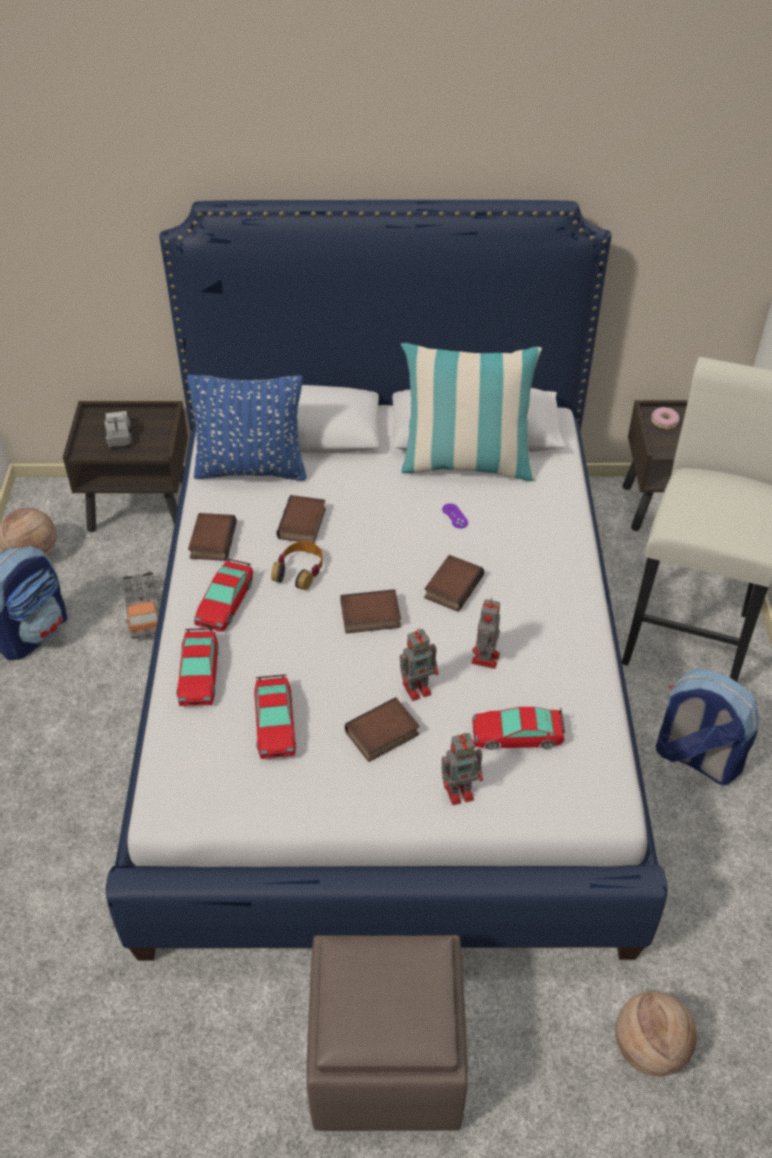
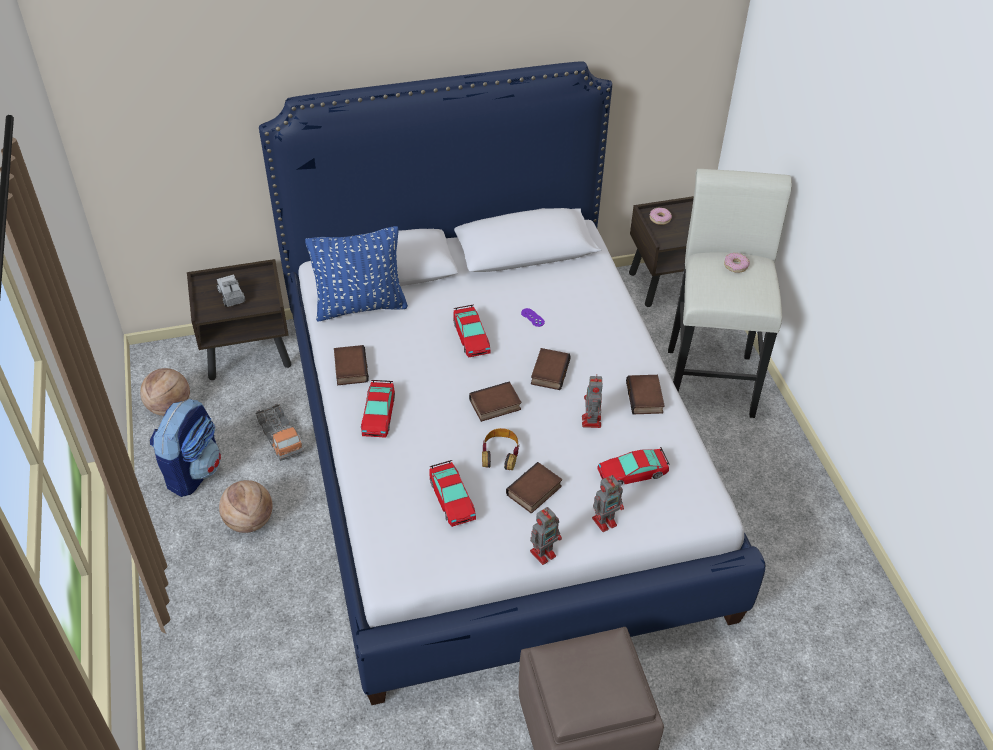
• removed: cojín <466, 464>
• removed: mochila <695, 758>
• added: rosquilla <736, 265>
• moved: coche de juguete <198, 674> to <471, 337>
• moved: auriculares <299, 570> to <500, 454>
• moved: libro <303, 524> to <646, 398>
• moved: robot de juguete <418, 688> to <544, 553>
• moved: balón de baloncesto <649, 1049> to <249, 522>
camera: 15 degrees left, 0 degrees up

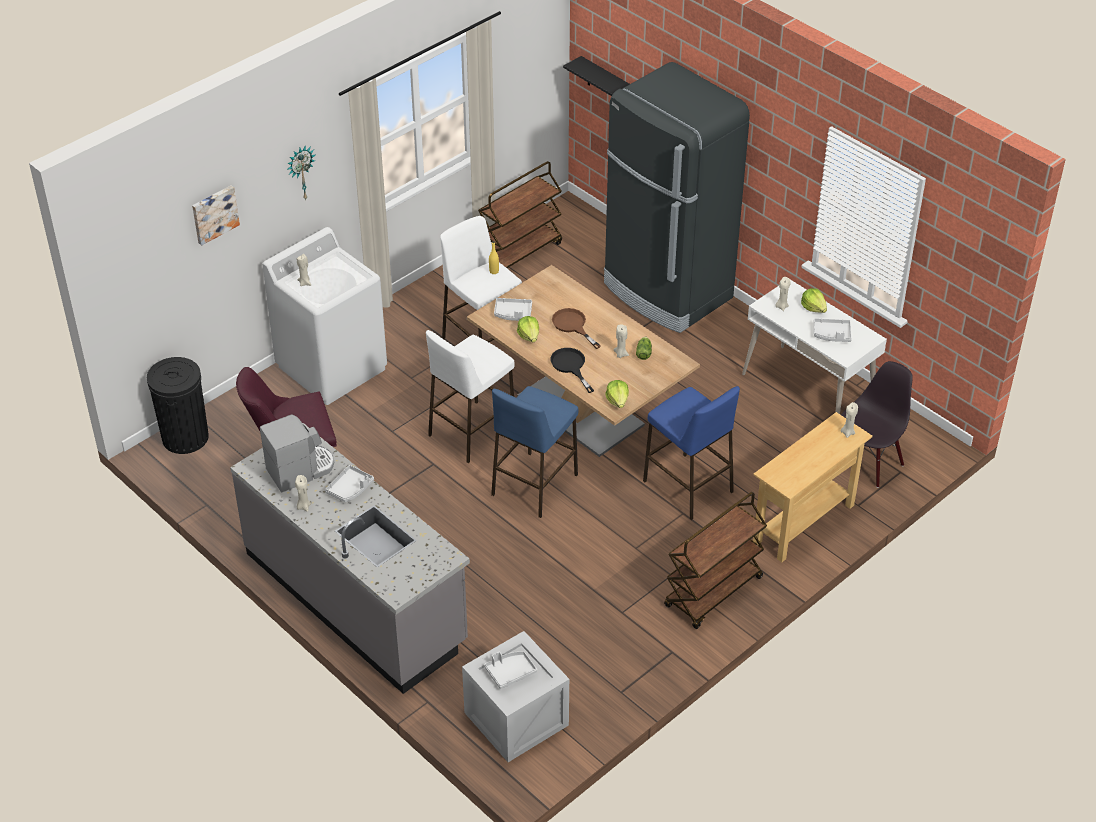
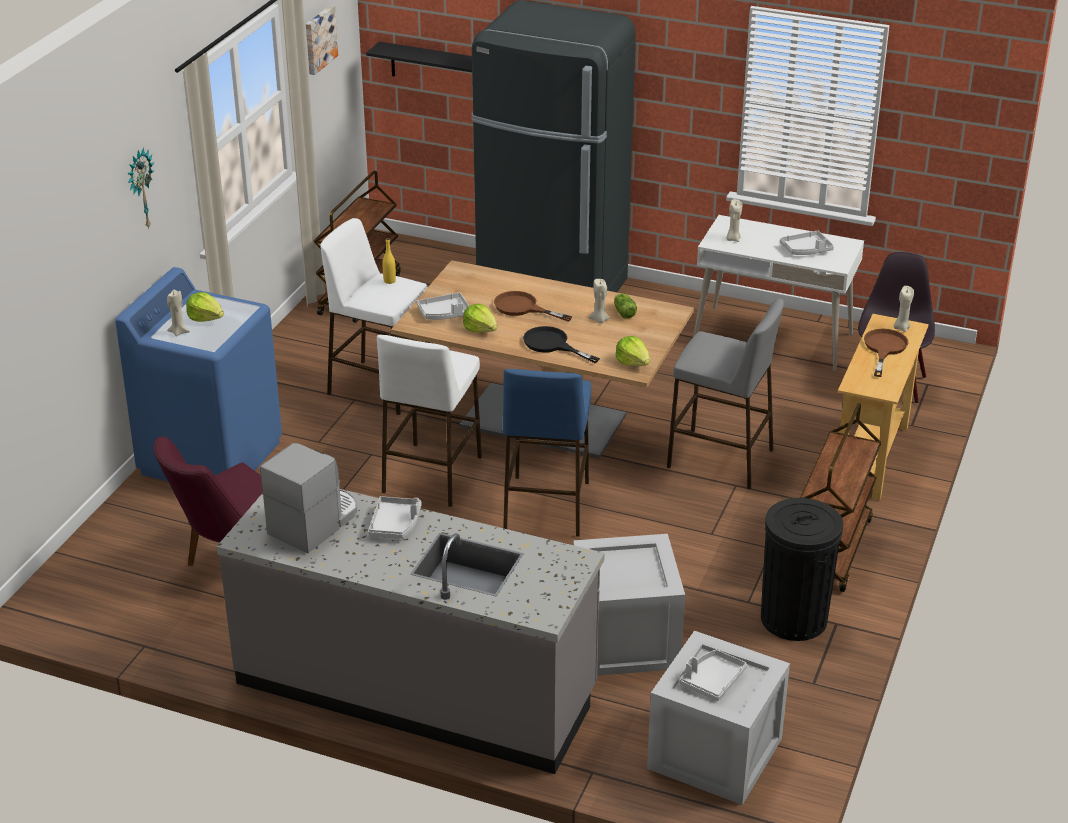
• removed: vela/beis <303, 506>
• added: caja de embalaje <625, 640>
• added: sartén/marrón <884, 349>
• moved: papelera/negro <185, 437> to <793, 618>
• moved: cuadro <214, 214> to <319, 39>
• moved: lechuga <814, 307> to <205, 318>
• recoloured: lavadora/blanco <332, 367> to lavadora/azul <211, 457>
• recoloured: taburete/azul <688, 487> to taburete/gris <721, 459>
camera: 25 degrees left, 10 degrees down

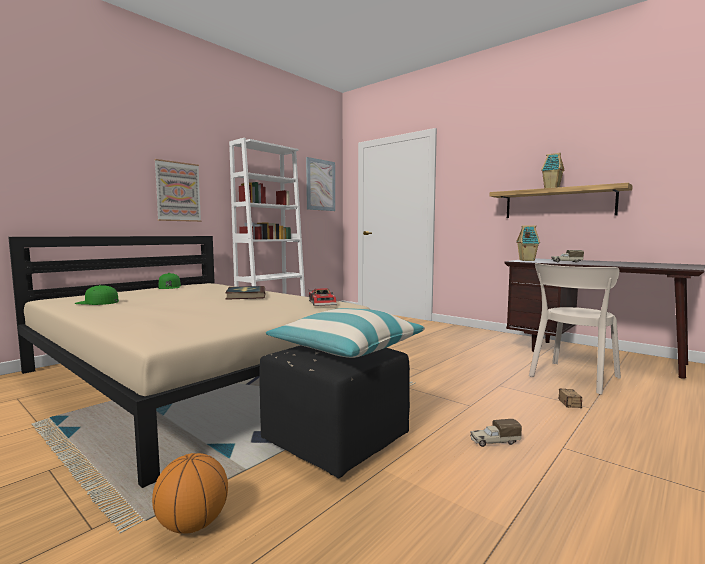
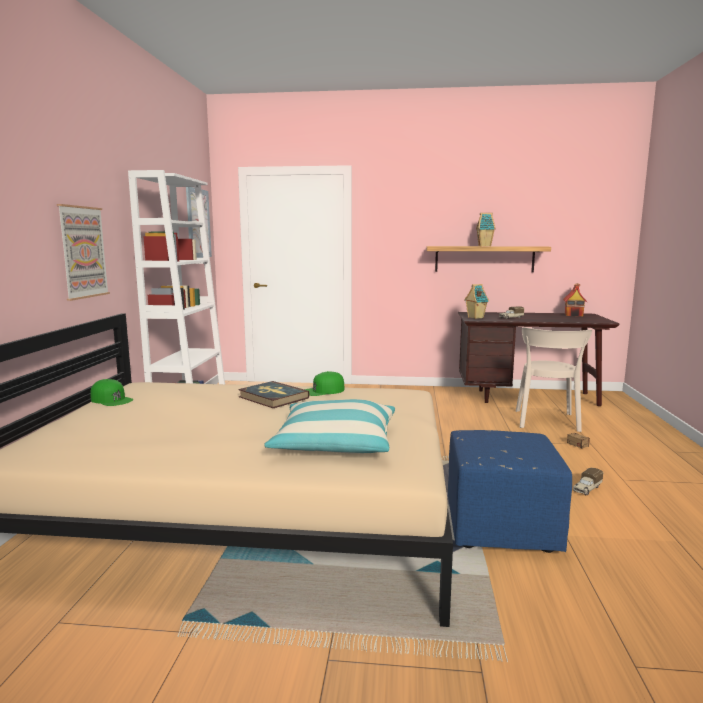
• removed: balón de baloncesto <192, 524>
• removed: coche de juguete <323, 303>
• added: casita <574, 314>
• moved: gorra/verde <97, 302> to <323, 390>
• moved: cojín <346, 348> to <335, 443>
• recoloured: puf/negro <336, 440> to puf/azul <499, 526>
camera: 35 degrees left, 5 degrees up

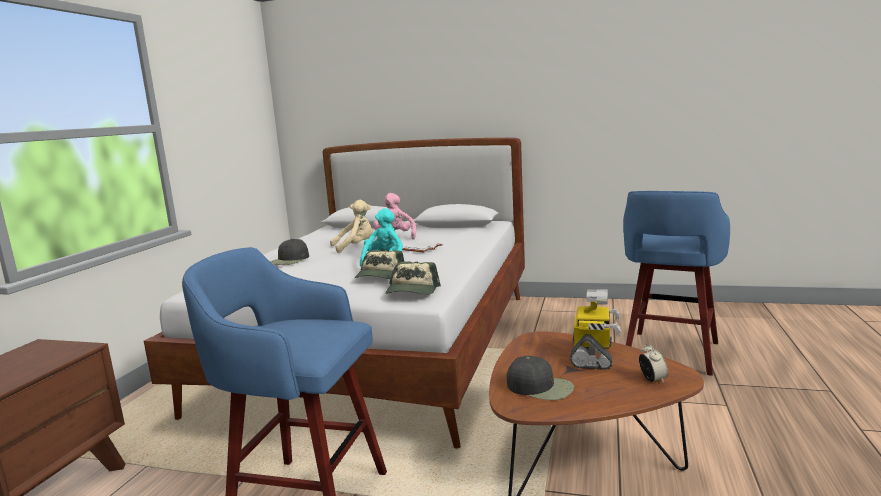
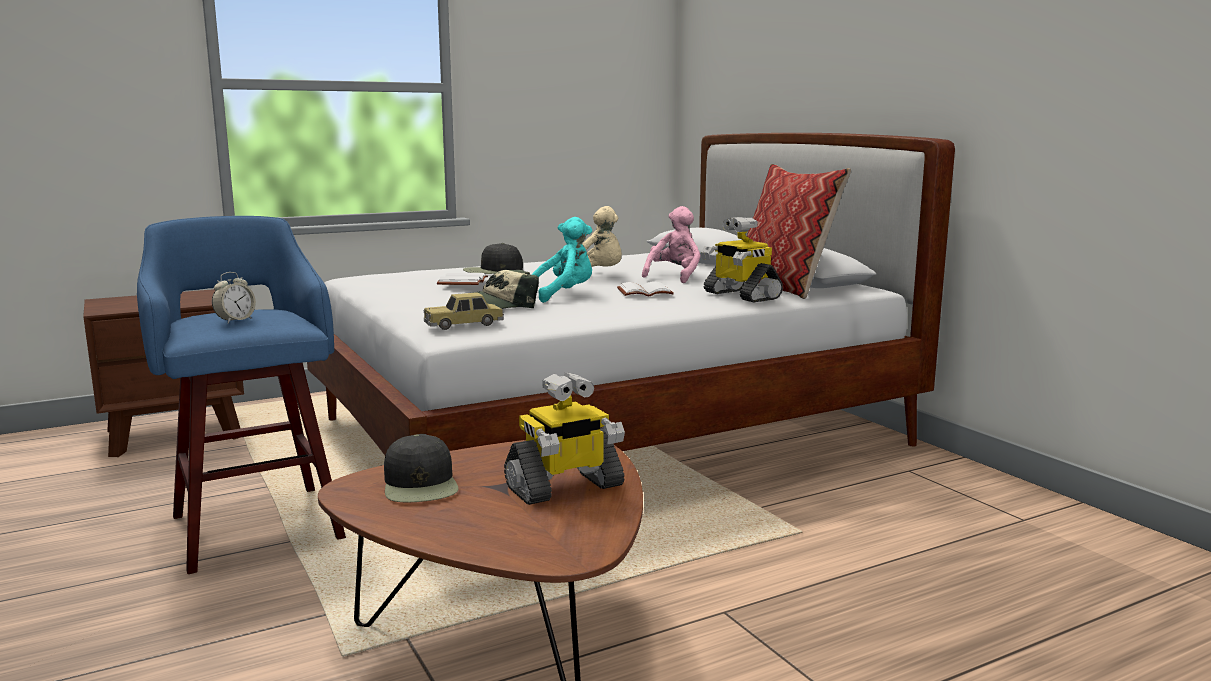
• removed: taburete/azul <670, 354>
• added: libro/blanco <461, 282>
• added: robot de juguete <740, 295>
• added: cojín <784, 287>
• moved: despertador <652, 379> to <235, 320>
• replaced: gorra <412, 291> to coche de juguete <464, 324>
camera: 45 degrees right, 0 degrees up

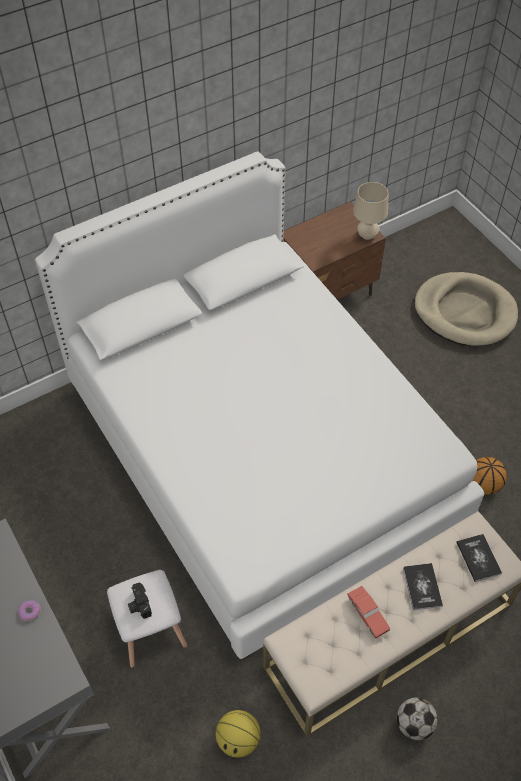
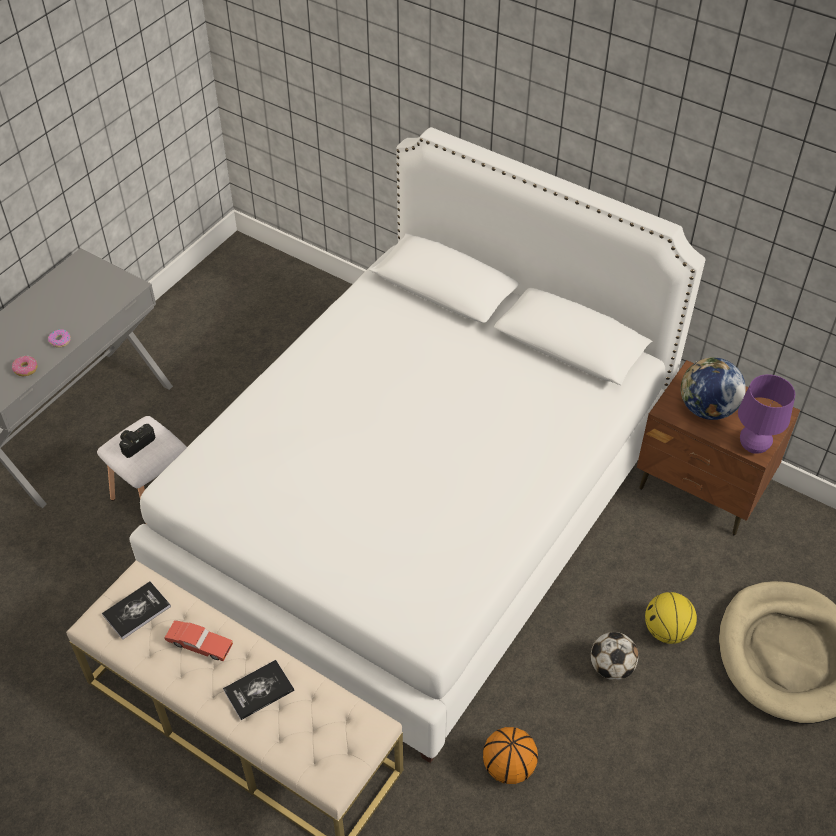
• added: rosquilla <25, 369>
• added: globo terráqueo <706, 409>
• moved: balón de baloncesto <238, 739> to <666, 631>
• moved: balón de fútbol <414, 724> to <611, 667>
• moved: libro <478, 558> to <136, 611>
• recoloured: lámpara de mesa/beis <367, 235> to lámpara de mesa/morado <753, 446>
• turned: coche de juguete/rojo <367, 614> = <199, 645> 105 degrees counterclockwise
camera: 65 degrees right, 5 degrees down

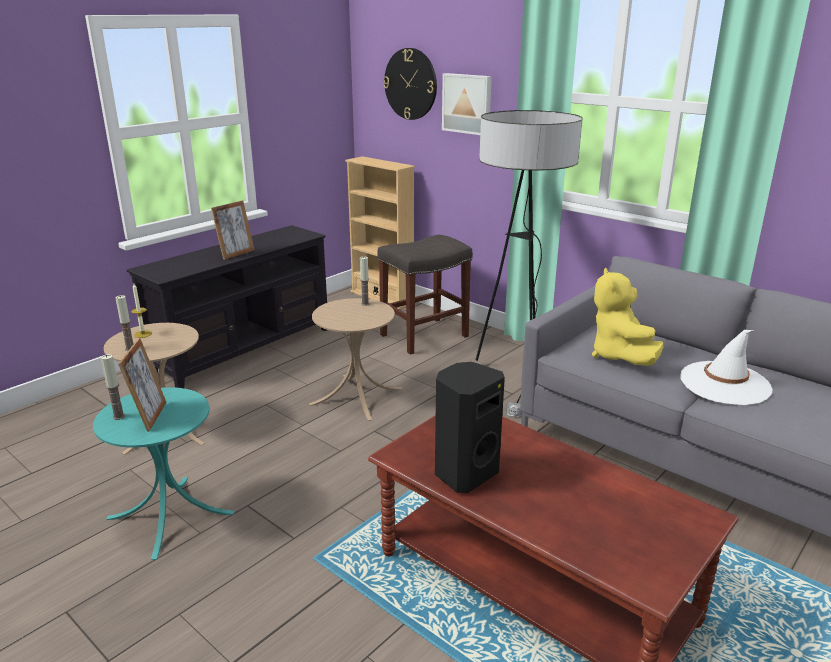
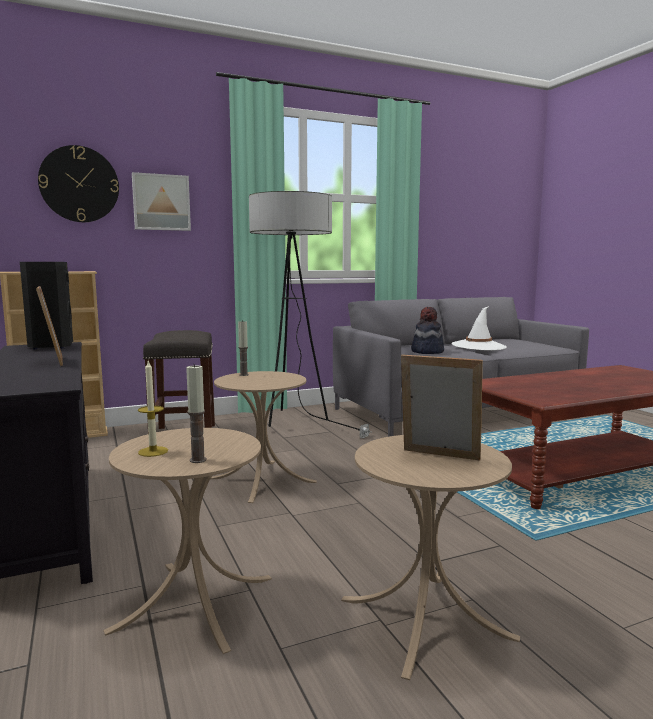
• removed: vela <119, 416>
• moved: altavoz/negro <464, 473> to <50, 346>
• replaced: peluche/amarillo <619, 356> to sombrero <427, 351>
• recoloured: mesa auxiliar/turquesa <170, 515> to mesa auxiliar/beis <425, 618>
camera: 65 degrees left, 15 degrees down

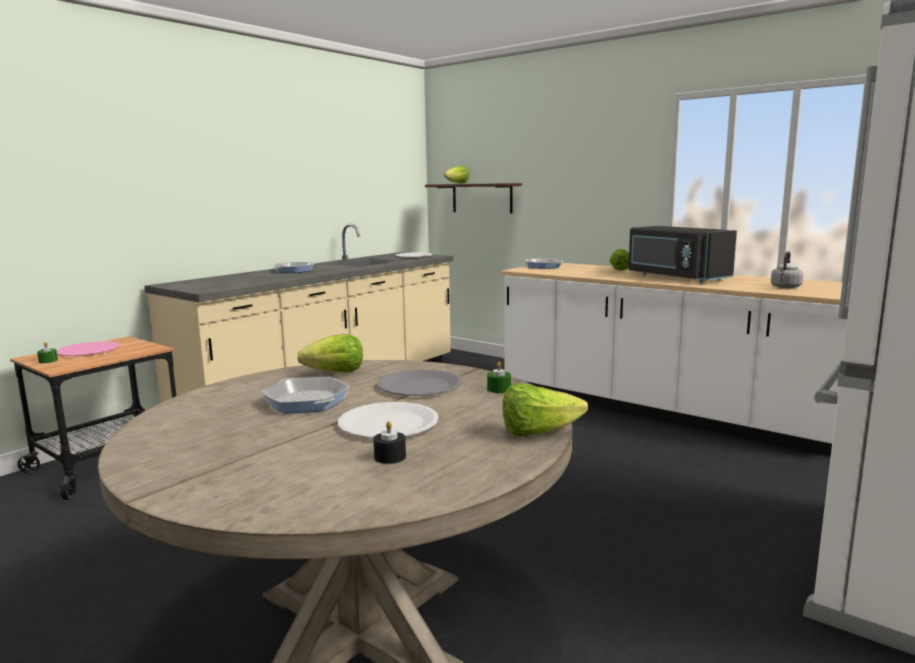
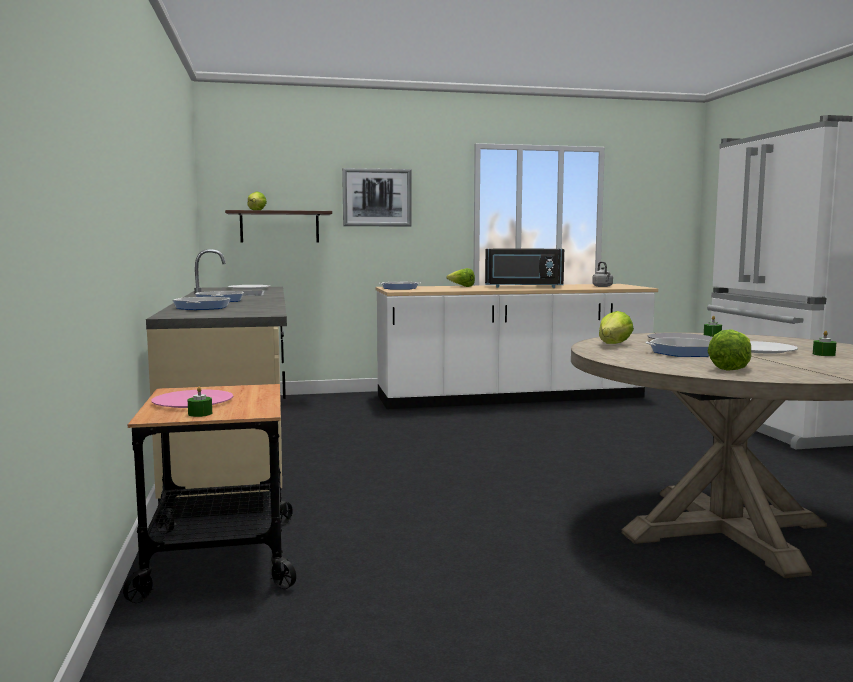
• added: sartén <202, 307>
• added: cuadro <377, 197>
• moved: lechuga <538, 433> to <731, 368>
• recoloured: vela/negro <390, 457> to vela/verde <823, 354>
camera: 50 degrees left, 5 degrees down

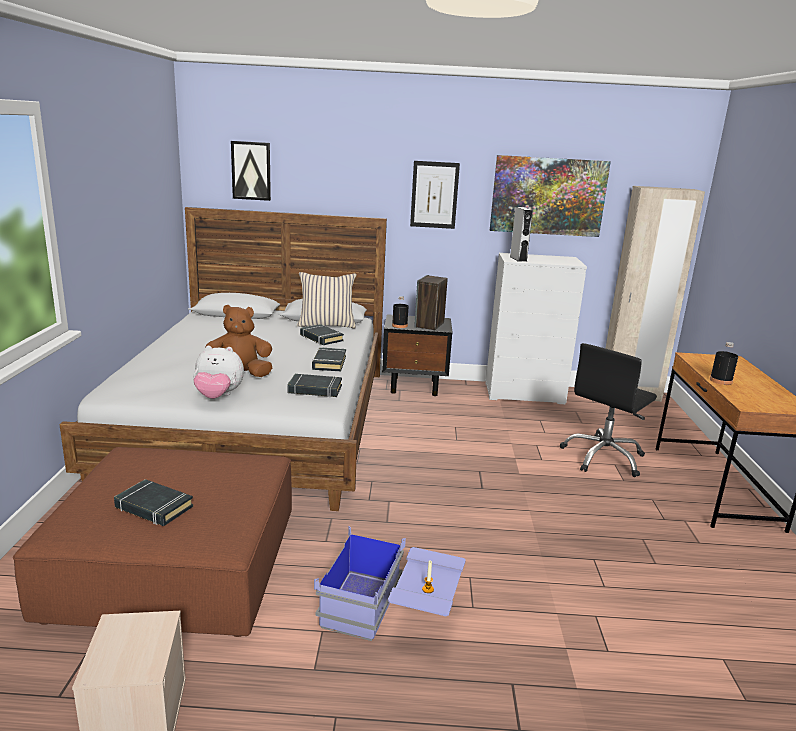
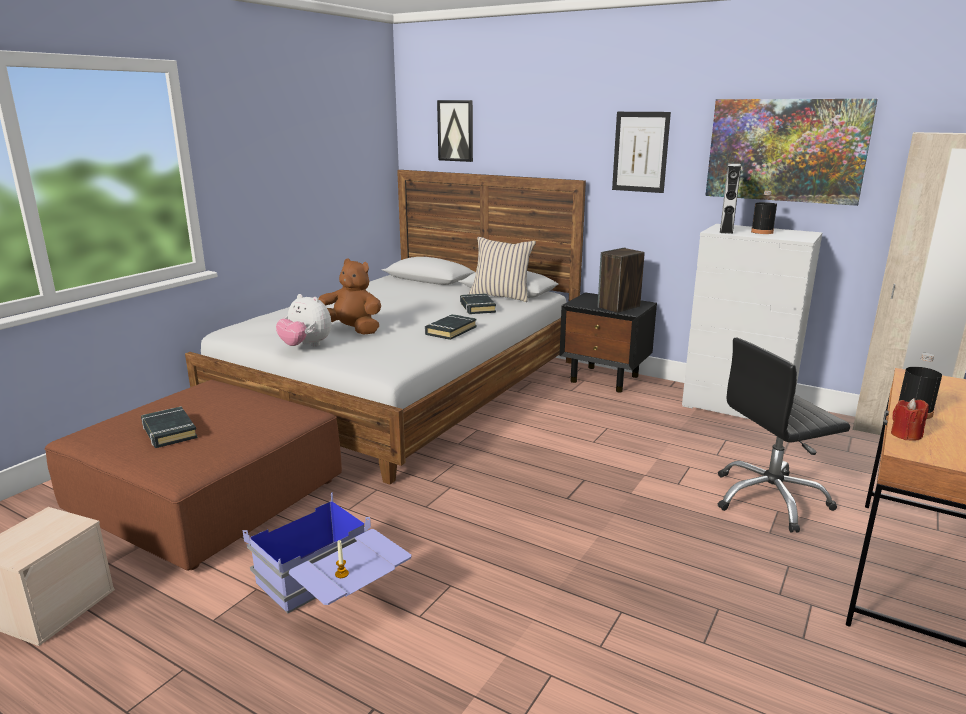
• removed: libro/negro <315, 389>
• added: vela/rojo <905, 435>
• moved: botella/negro <399, 325> to <762, 232>
camera: 30 degrees right, 0 degrees up

